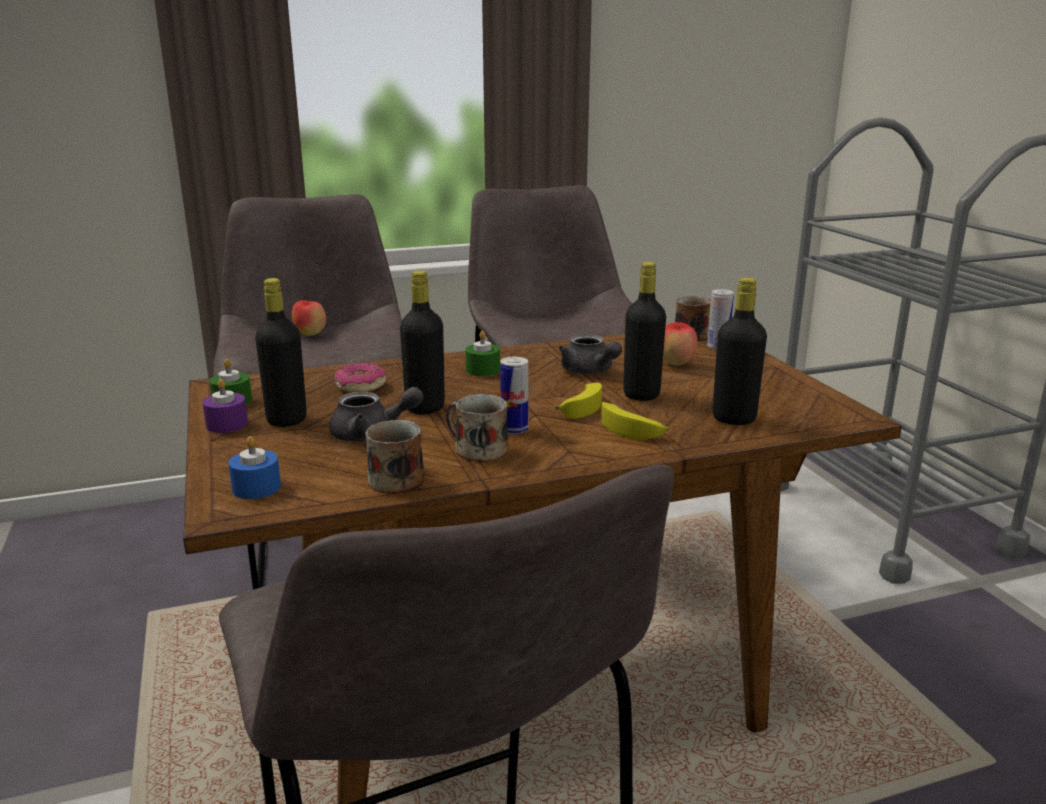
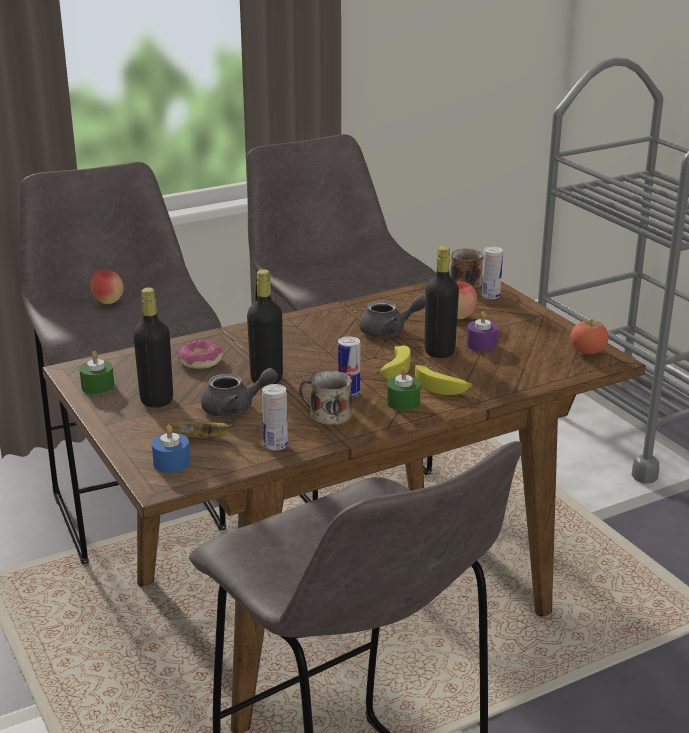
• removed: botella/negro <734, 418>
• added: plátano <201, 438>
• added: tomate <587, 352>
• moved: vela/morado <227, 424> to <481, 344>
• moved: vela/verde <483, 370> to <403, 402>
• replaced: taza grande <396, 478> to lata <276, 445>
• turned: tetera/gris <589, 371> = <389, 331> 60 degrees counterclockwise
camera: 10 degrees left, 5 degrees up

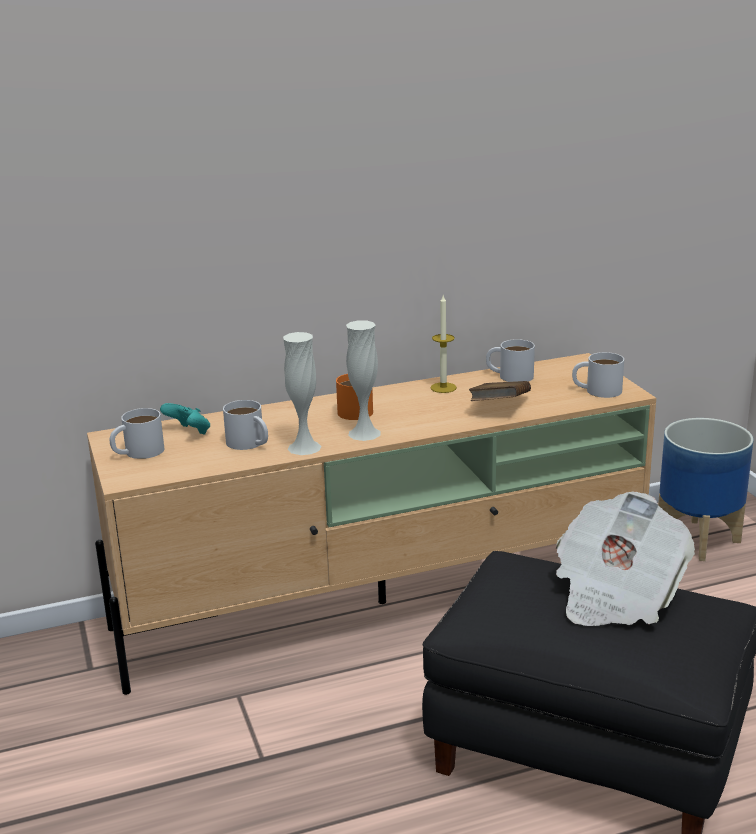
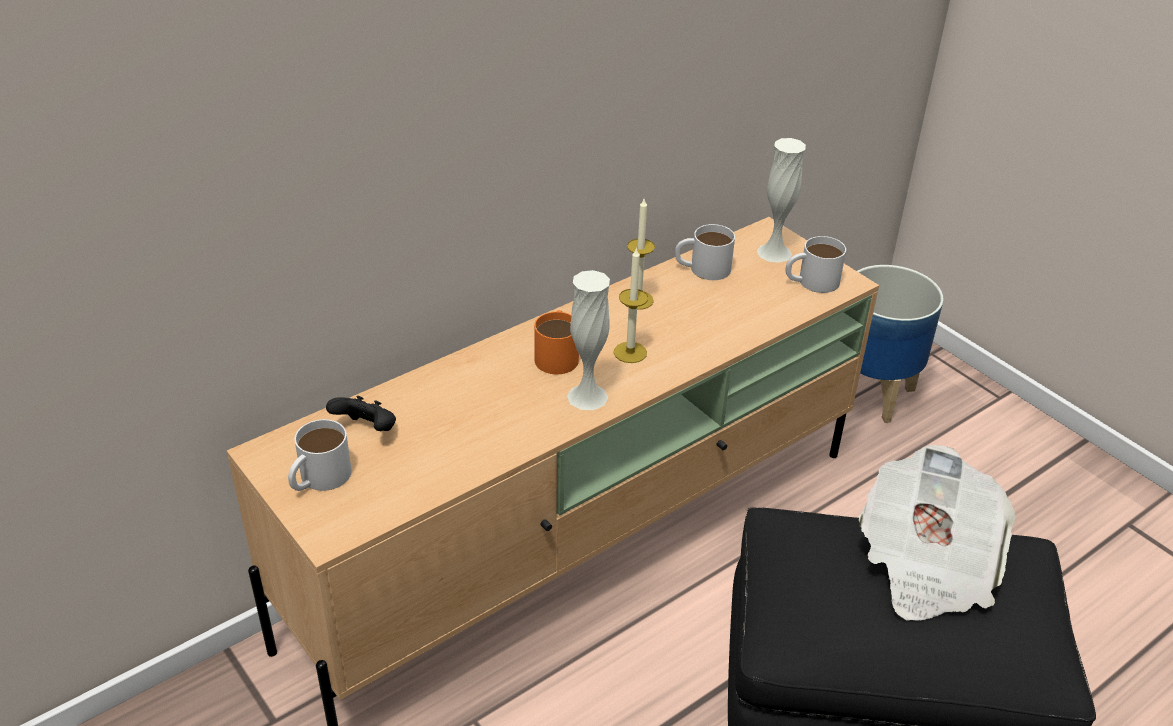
• removed: taza grande/blanco <250, 444>
• removed: libro/marrón <499, 407>
• added: vela <630, 352>
• moved: florero/blanco <304, 447> to <774, 252>
• recoloured: mando de consola/turquesa <189, 433> to mando de consola/negro <367, 430>
camera: 20 degrees left, 15 degrees up

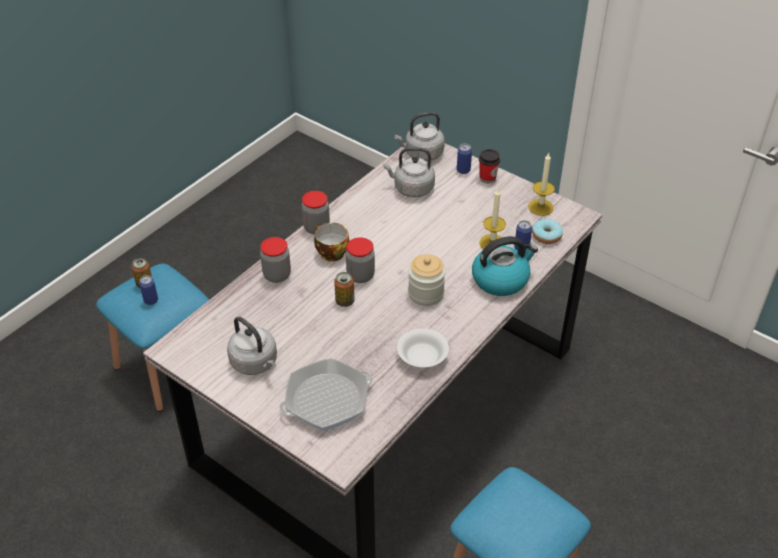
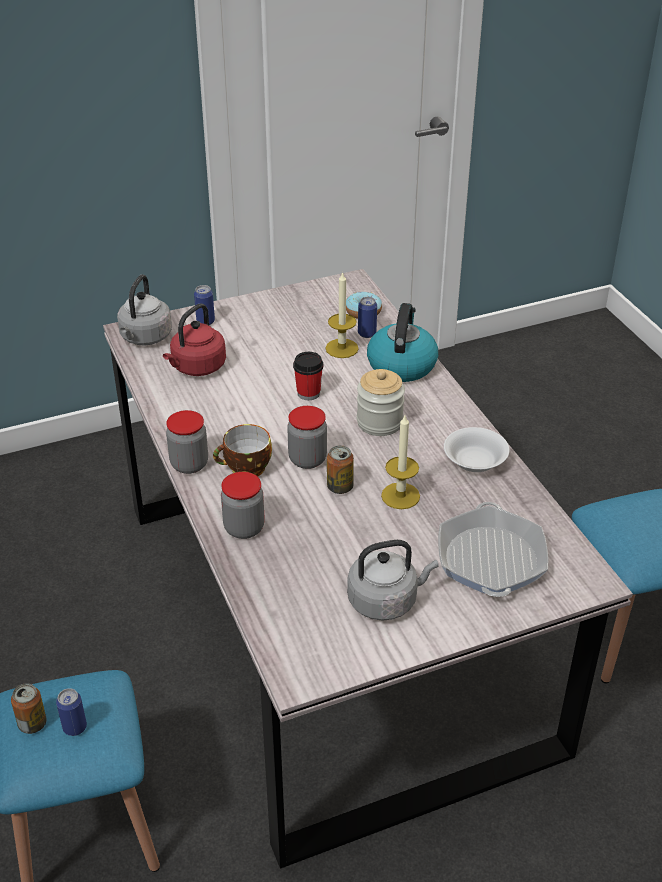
• moved: taza <487, 178> to <308, 393>
• moved: vela <540, 207> to <400, 496>
• recoloured: hervidor/gris <411, 188> to hervidor/rojo <197, 367>
camera: 60 degrees left, 5 degrees down

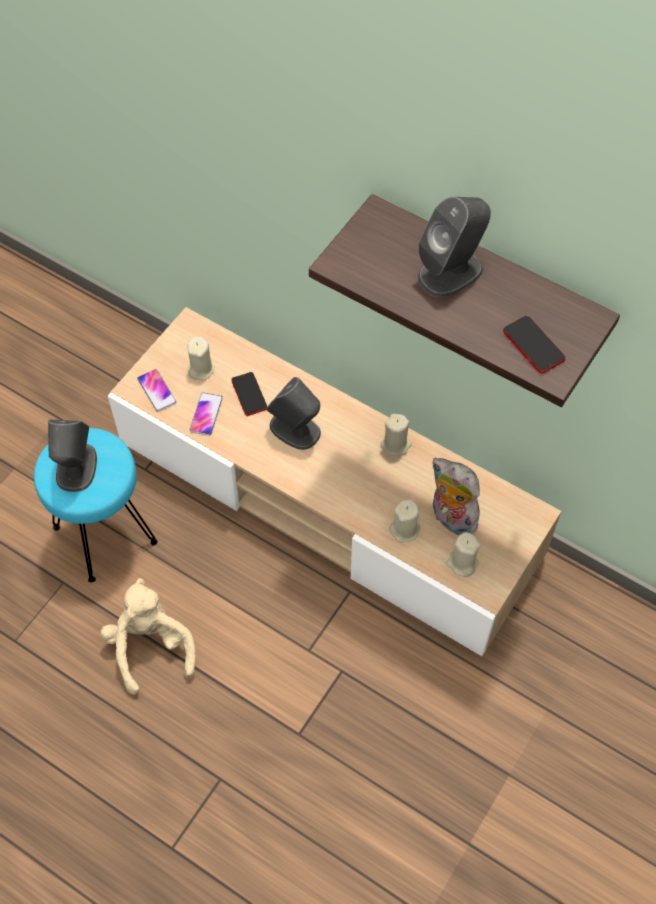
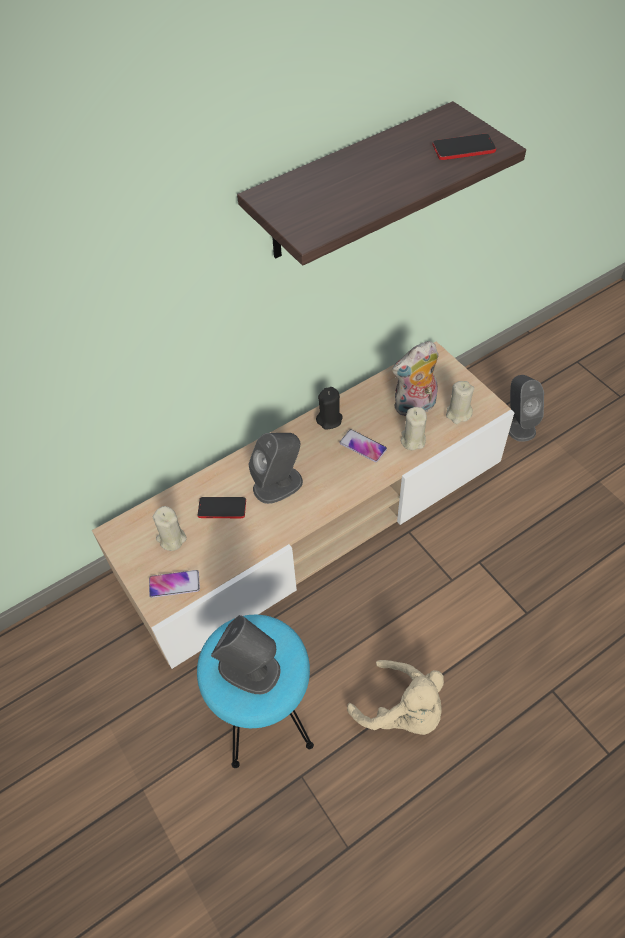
• moved: móvil <206, 414> to <363, 446>
• moved: altavoz/gris <451, 272> to <518, 424>
• recoloured: vela/beis <396, 445> to vela/negro <329, 419>
• turned: peluche/beis <150, 646> = <403, 711> 150 degrees counterclockwise
camera: 65 degrees left, 5 degrees down

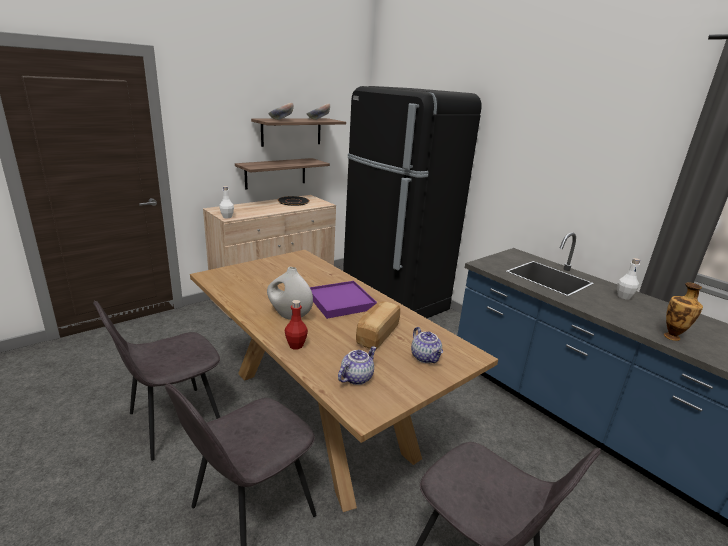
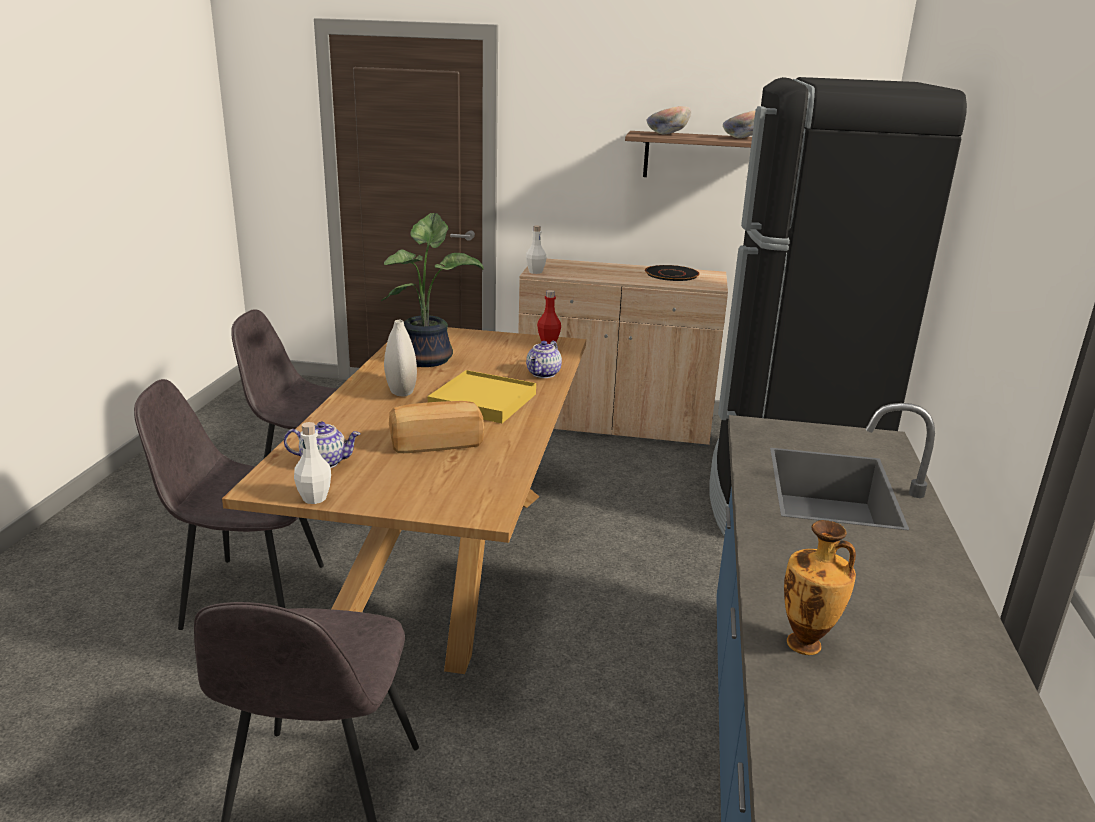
• removed: estante <275, 173>
• added: planta en maceta <429, 358>
• moved: botella/rojo <296, 345> to <548, 342>
• moved: tetera <426, 357> to <544, 374>
• moved: botella/blanco <624, 296> to <314, 498>
• recoloured: bandeja/morado <341, 302> to bandeja/amarillo <483, 401>
camera: 50 degrees right, 0 degrees up

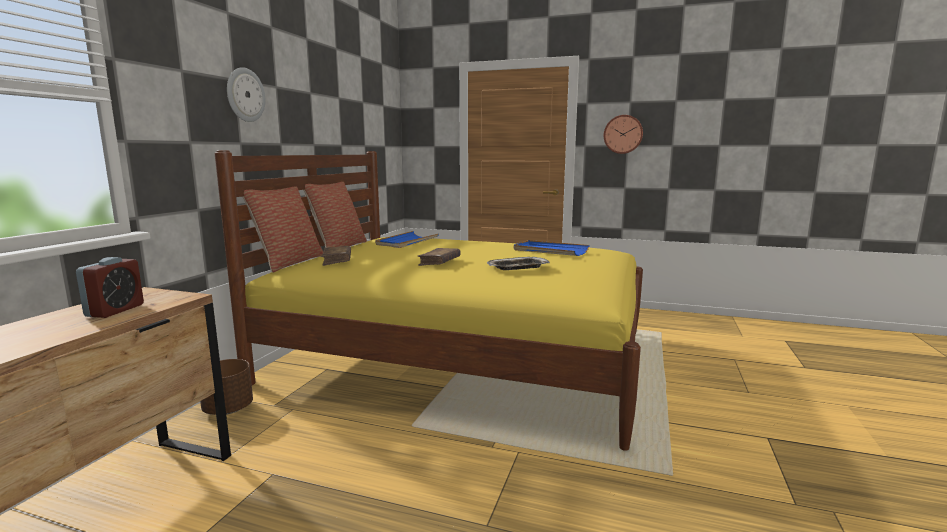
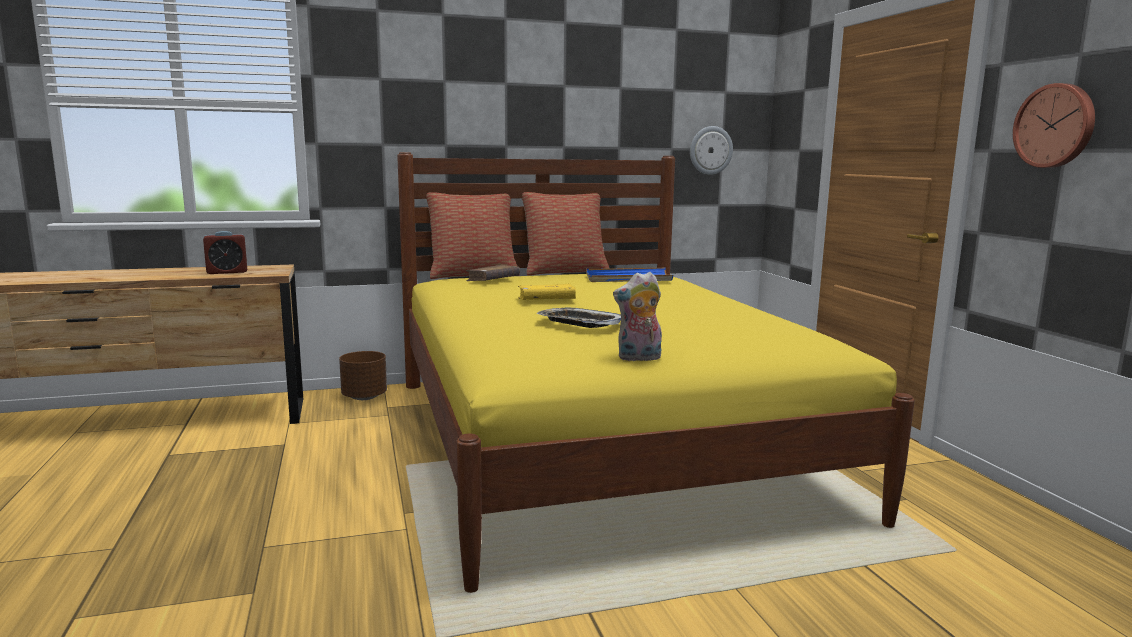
• removed: bandeja/azul <550, 251>
• added: peluche <639, 358>
• moved: reloj de pared <245, 95> to <710, 150>
• recoloured: libro/marrón <439, 262> to libro/amarillo <546, 300>
camera: 55 degrees right, 0 degrees up

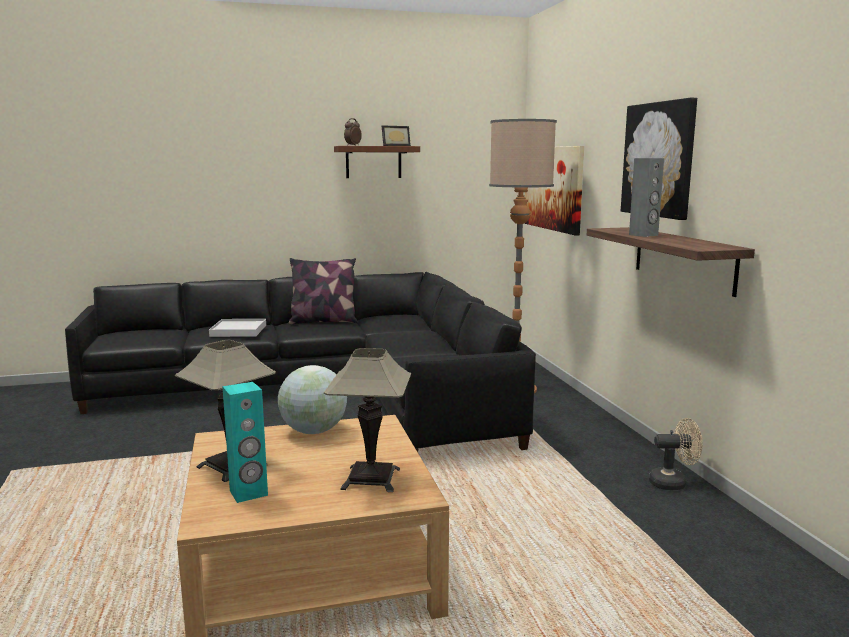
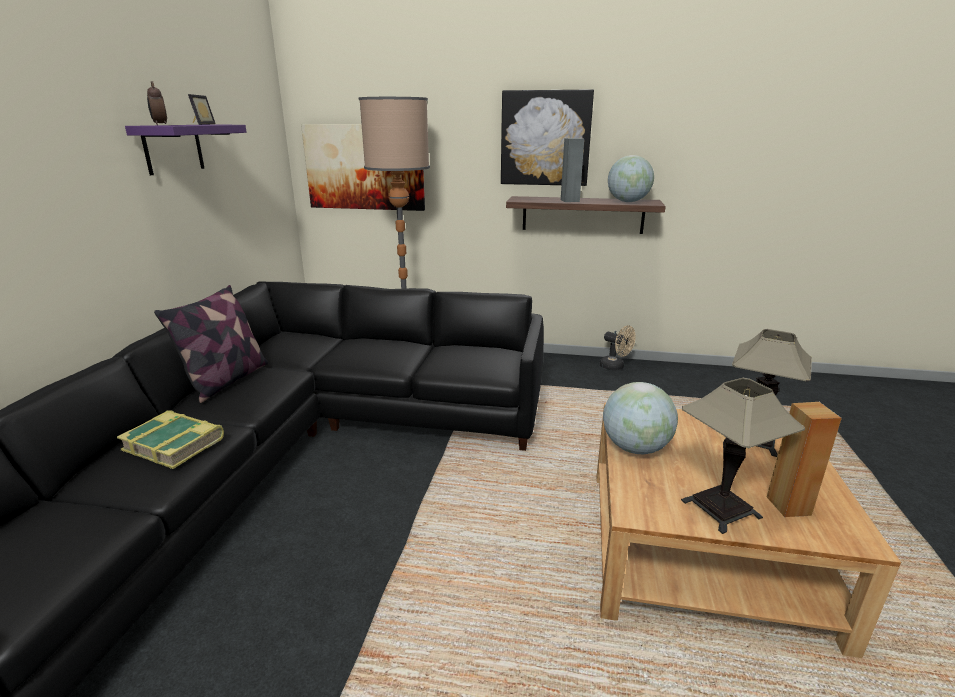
• added: globo terráqueo <627, 202>
• replaced: bandeja/blanco <238, 331> to libro <175, 444>
• recoloured: altavoz/turquesa <249, 493> to altavoz/marrón <789, 506>
• recoloured: estante/marrón <373, 162> to estante/morado <173, 148>
• turned: ventilador/beis <673, 483> = <615, 367> 105 degrees clockwise
camera: 65 degrees left, 10 degrees up

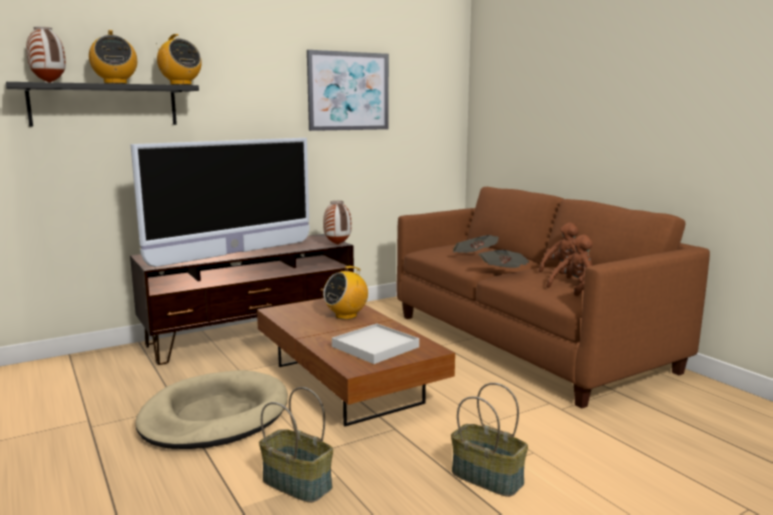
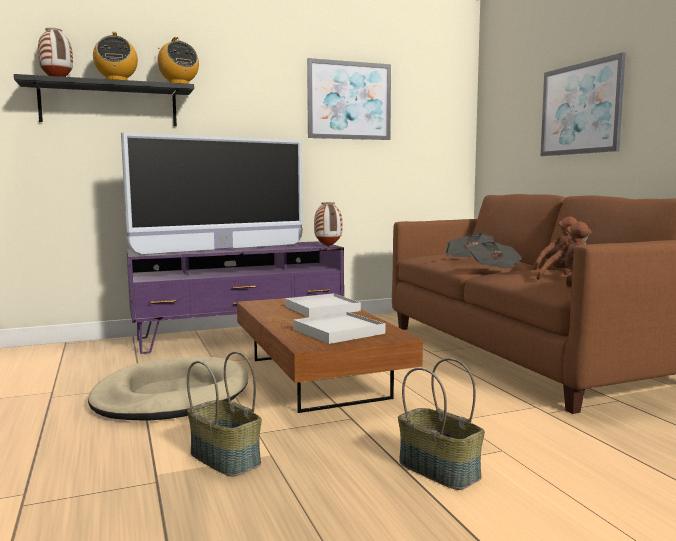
• added: cuadro <580, 109>
• replaced: radio <346, 316> to bandeja/blanco <322, 309>
• recoloured: mueble de televisión/marrón <250, 336> to mueble de televisión/morado <239, 336>
camera: 10 degrees right, 5 degrees down

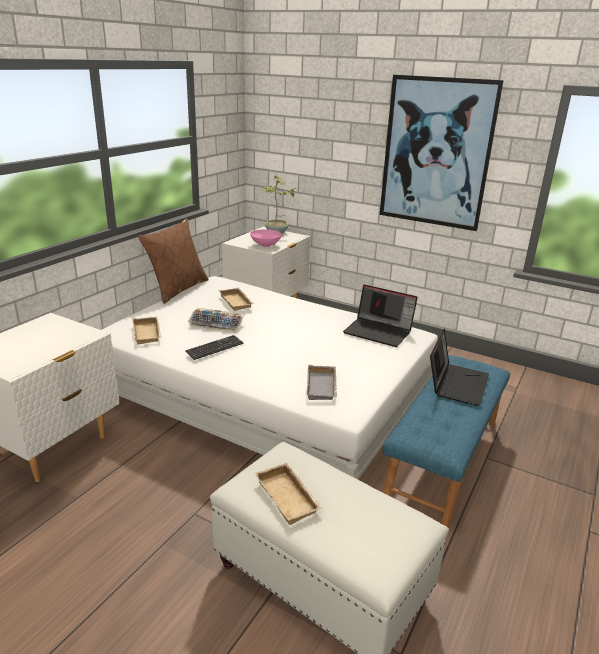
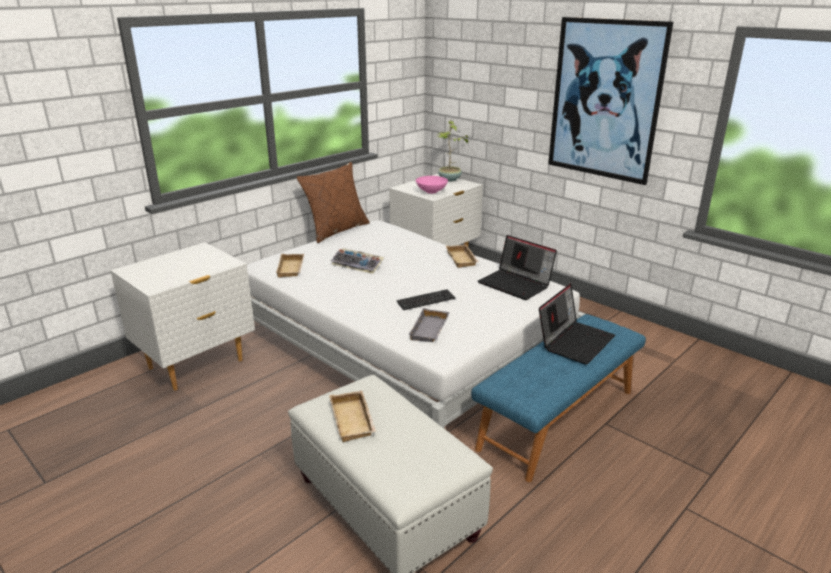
• moved: teclado <215, 348> to <426, 301>
• moved: bandeja/beis <237, 302> to <463, 259>
camera: 15 degrees right, 0 degrees up

